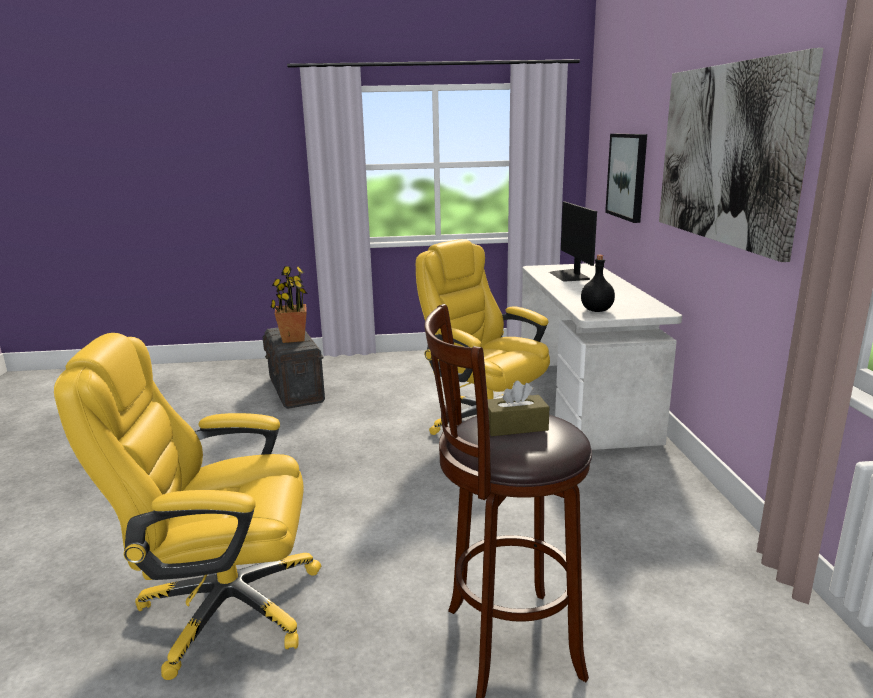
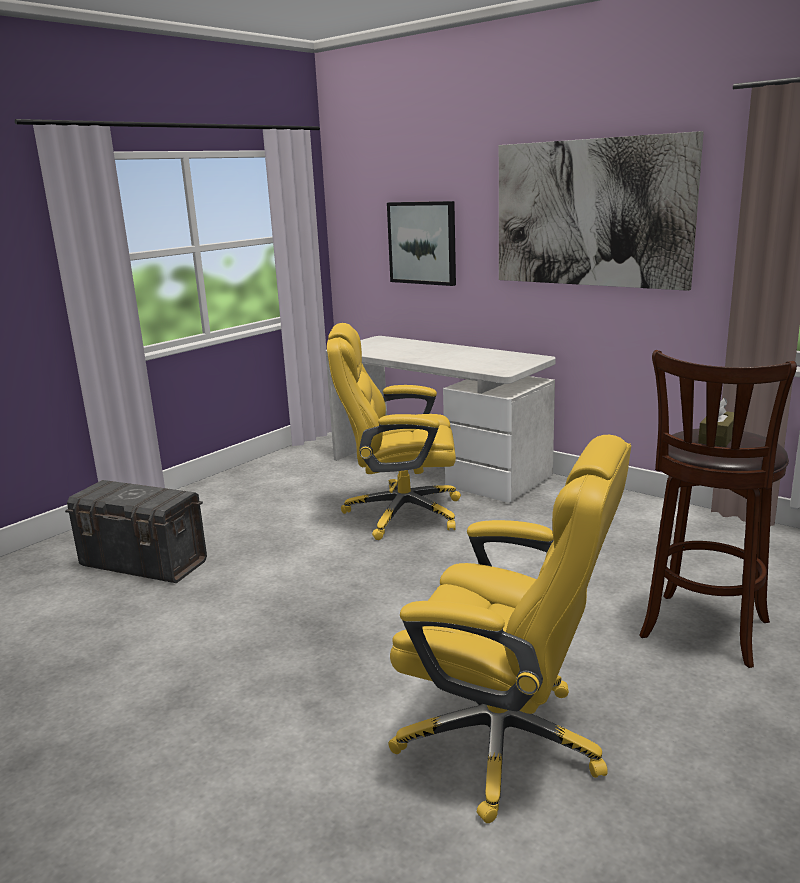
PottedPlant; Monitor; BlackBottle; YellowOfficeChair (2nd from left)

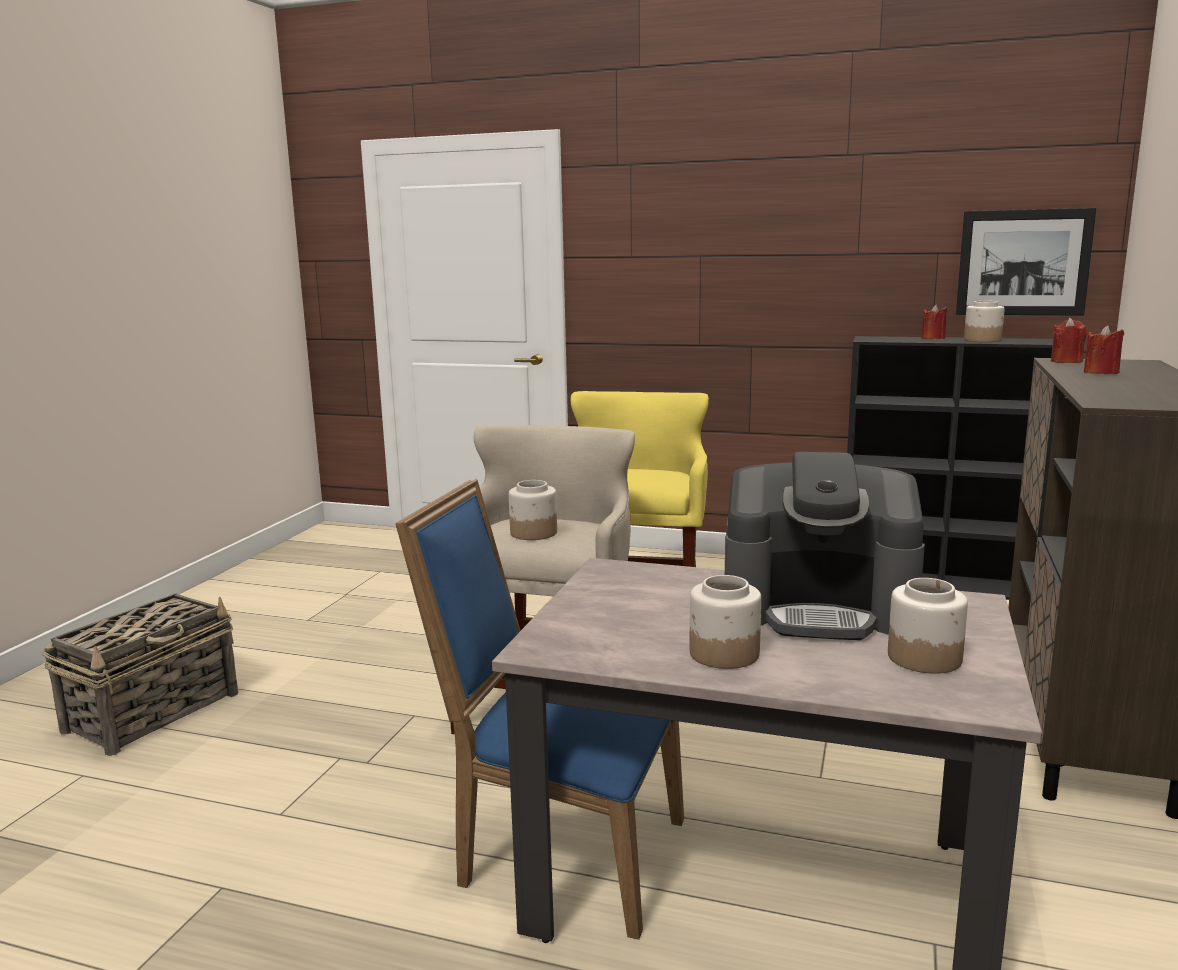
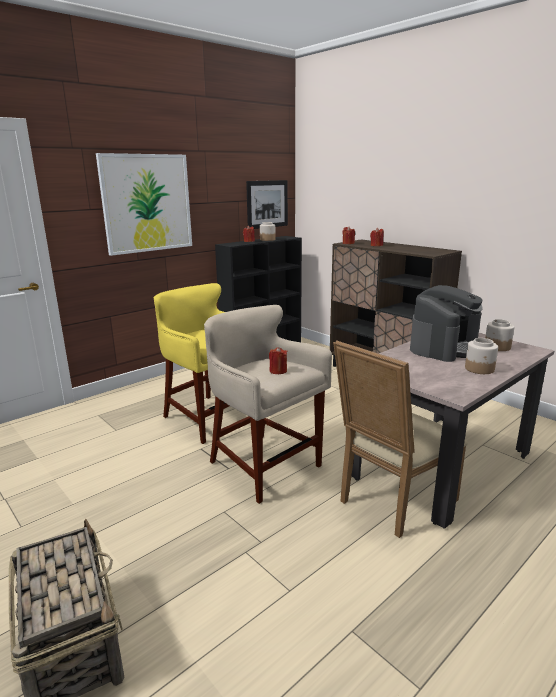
Picture (1st from left); RedCandle (2nd from left); BeigeChair

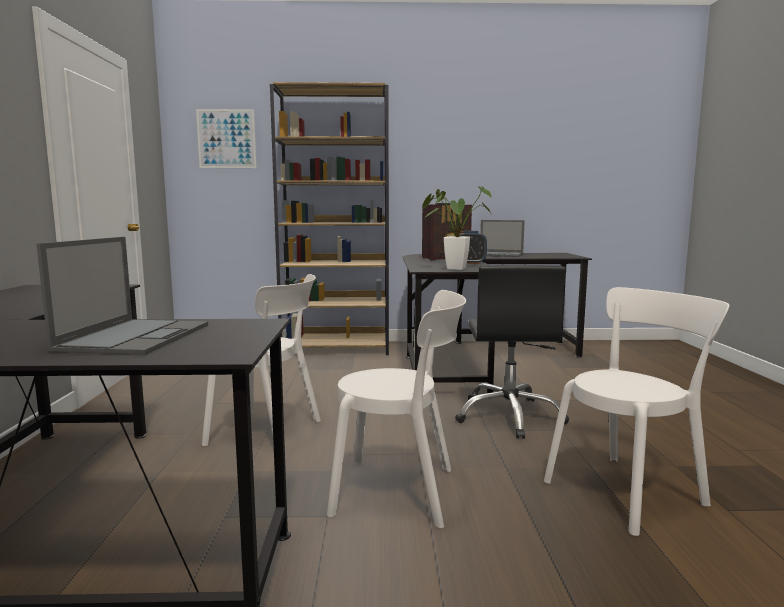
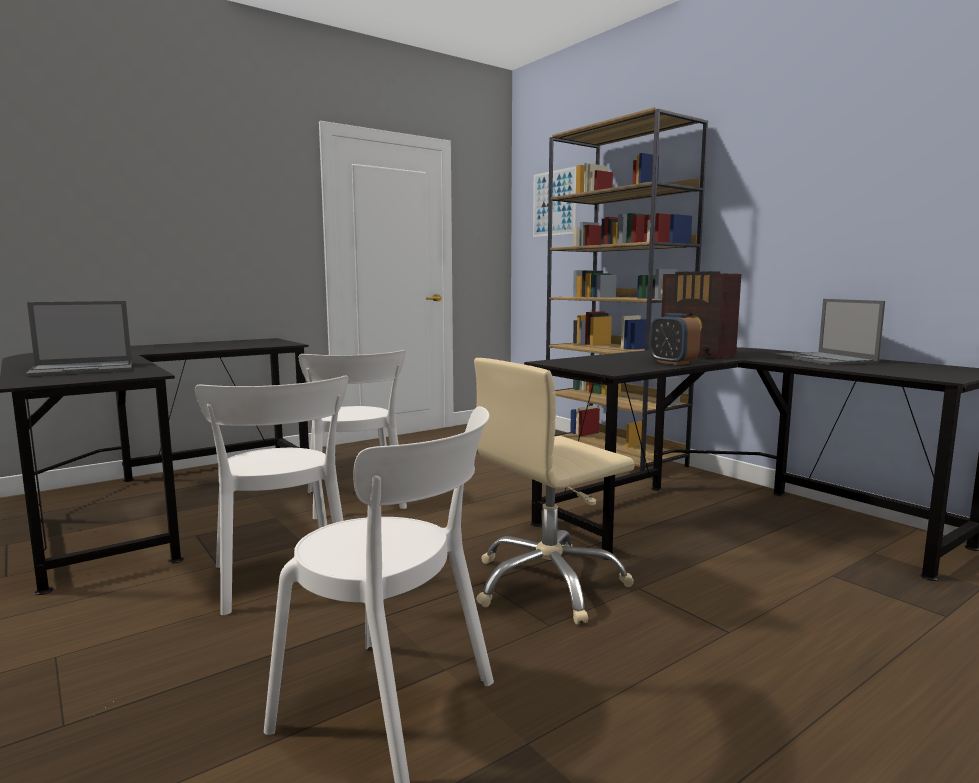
PottedPlant; BeigeOfficeChair

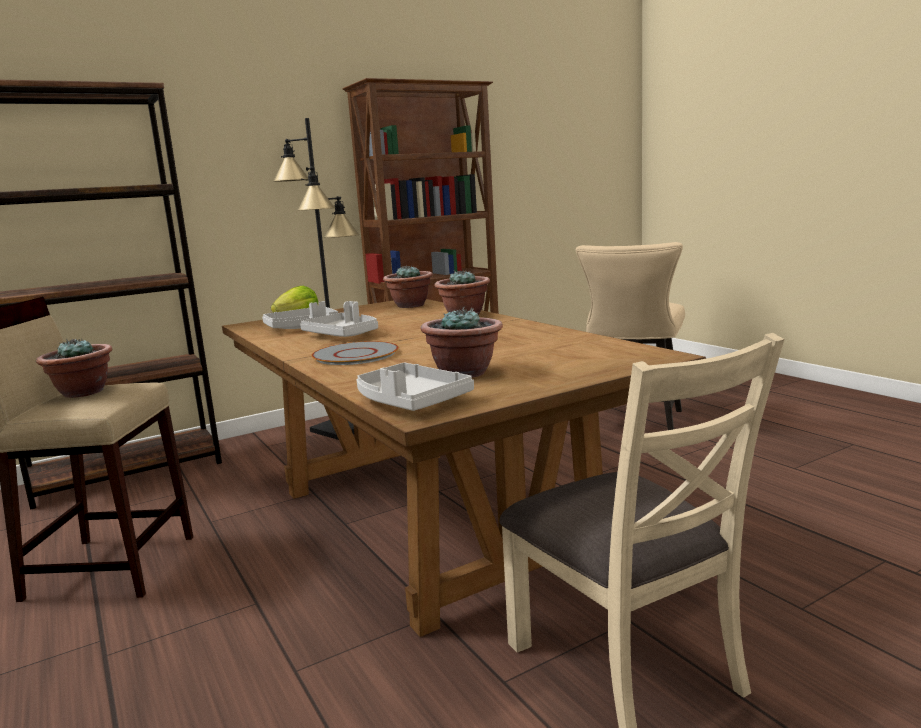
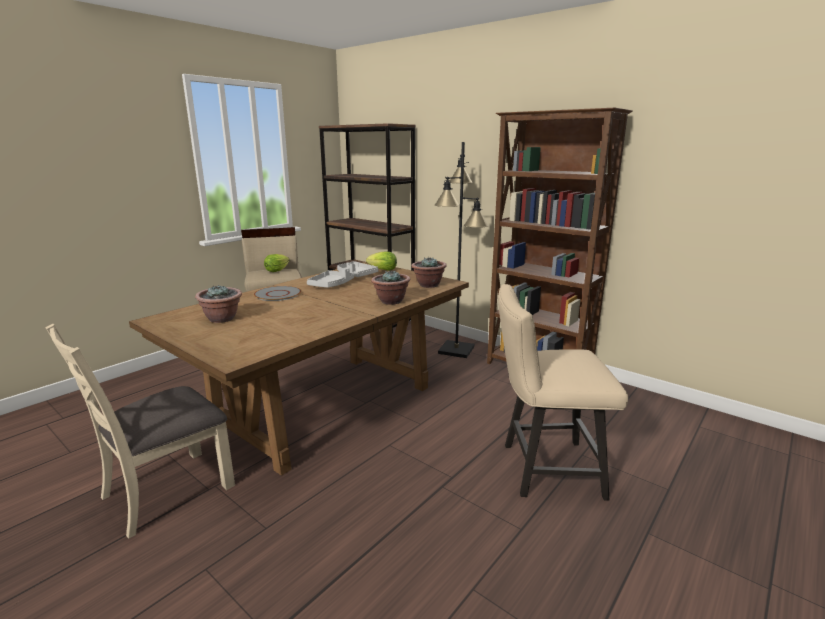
GreyTray (3rd from left in the first image); Lettuce (1st from left)

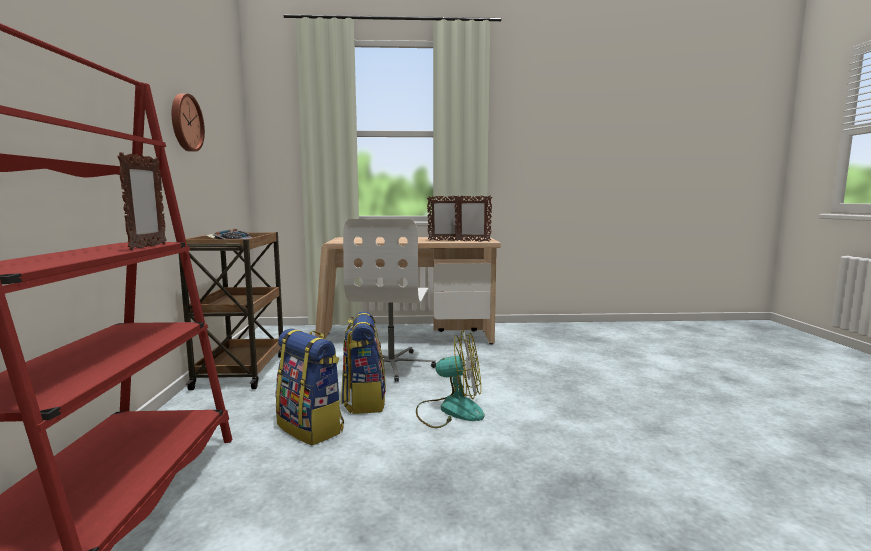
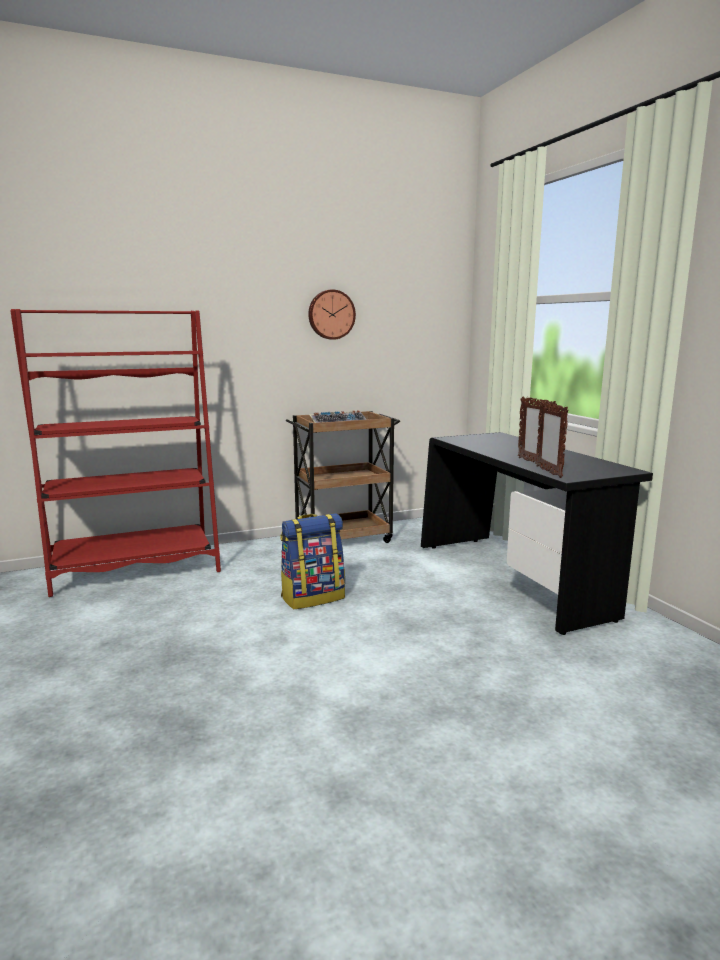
PictureFrame (1st from left in the first image); Backpack (1st from left in the first image); WhiteOfficeChair; Fan; BlackDesk

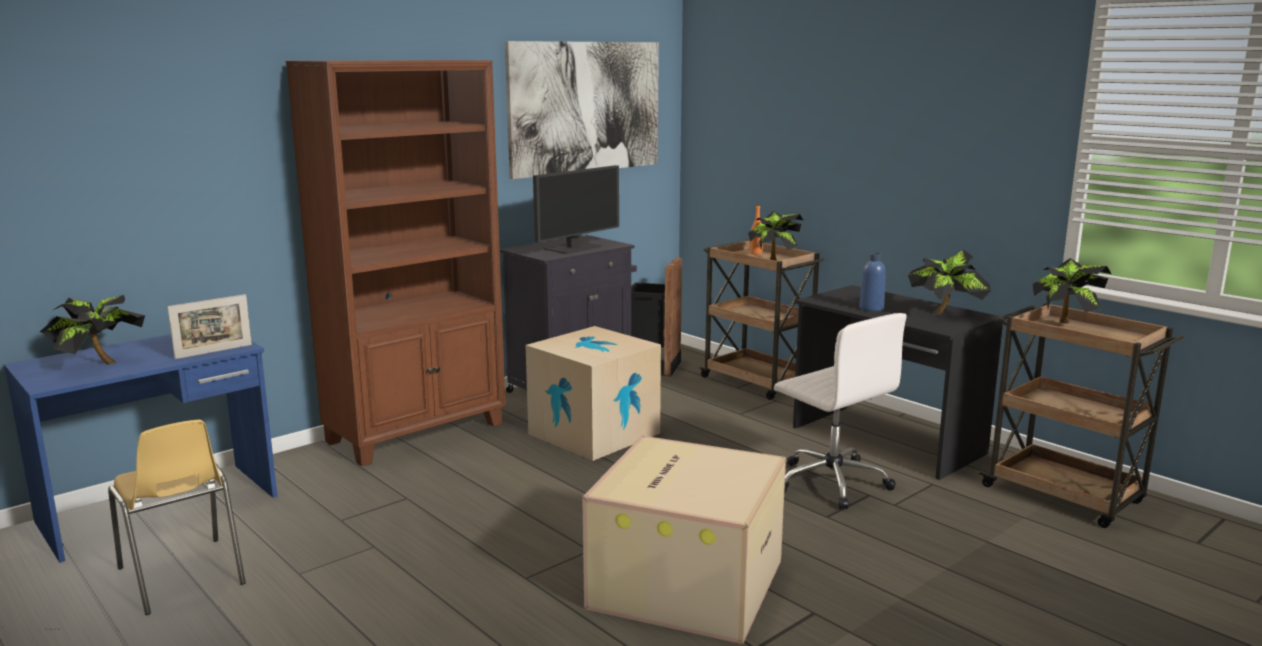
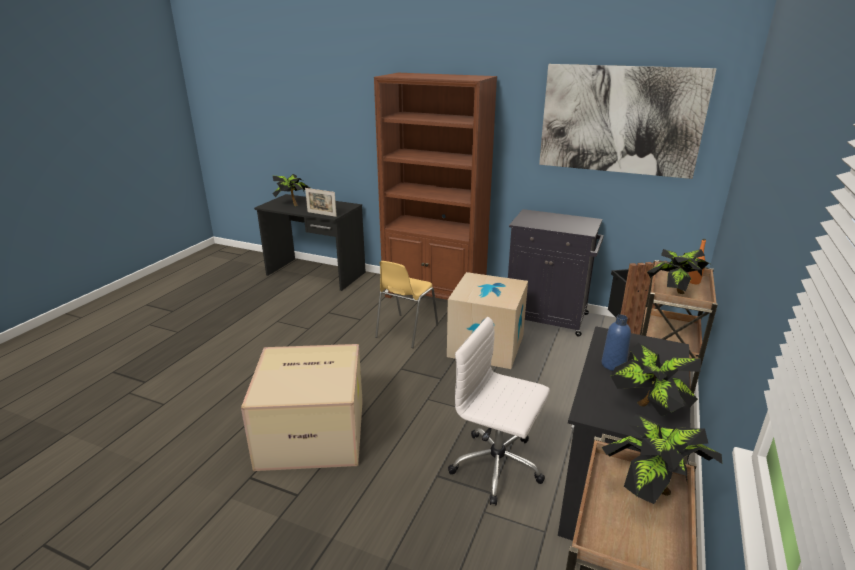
Monitor; YellowChair; BlackDesk (1st from left); WhiteOfficeChair

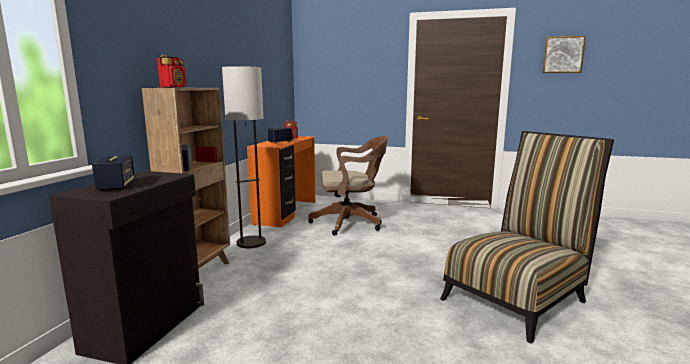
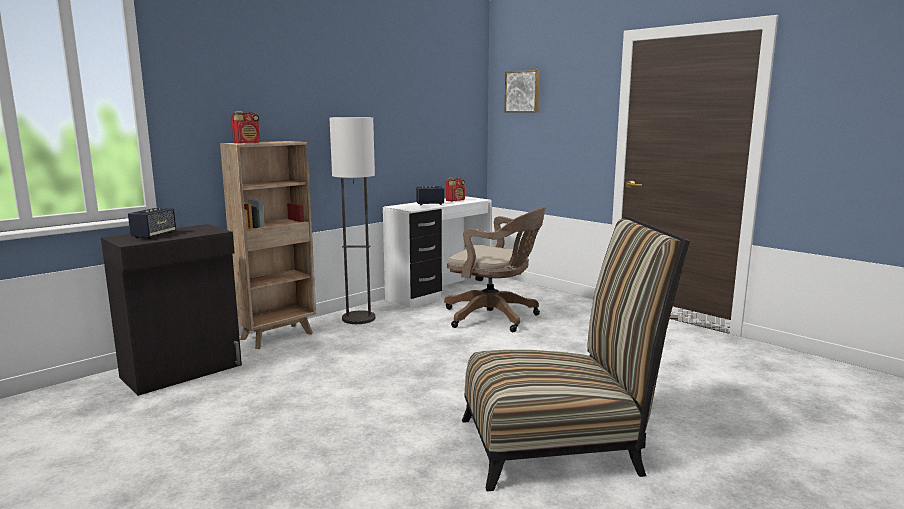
Picture; WhiteDesk

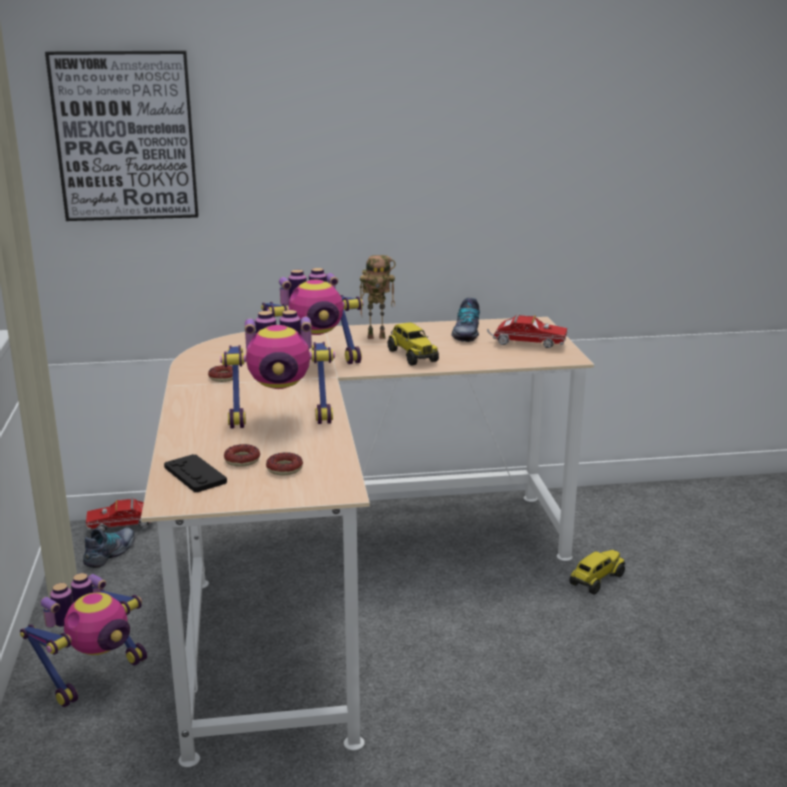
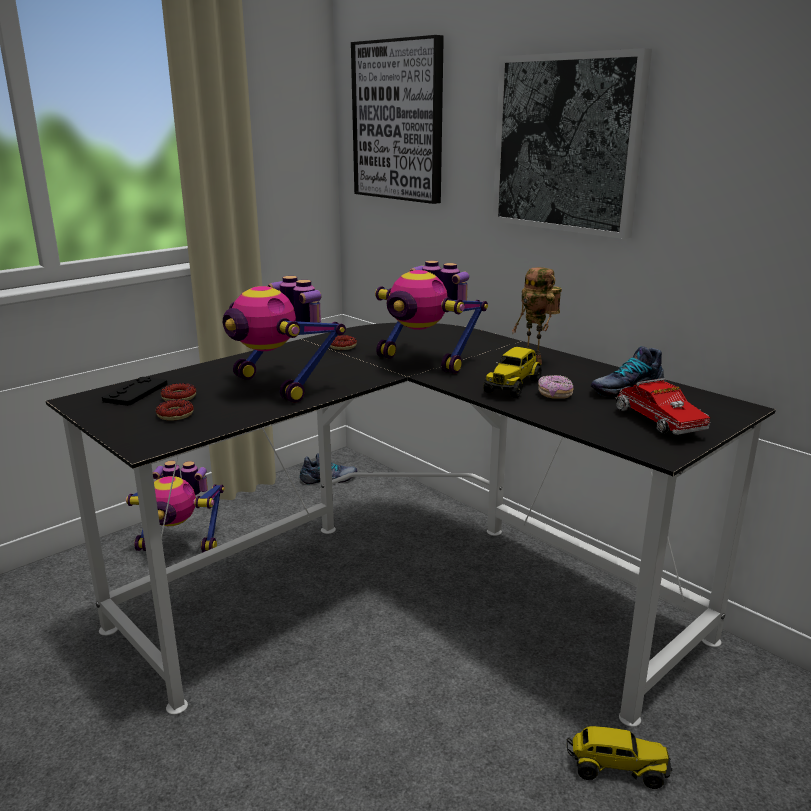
ToyTruck (1st from left in the first image); Picture (2nd from left); Donut (4th from left); BlackDesk

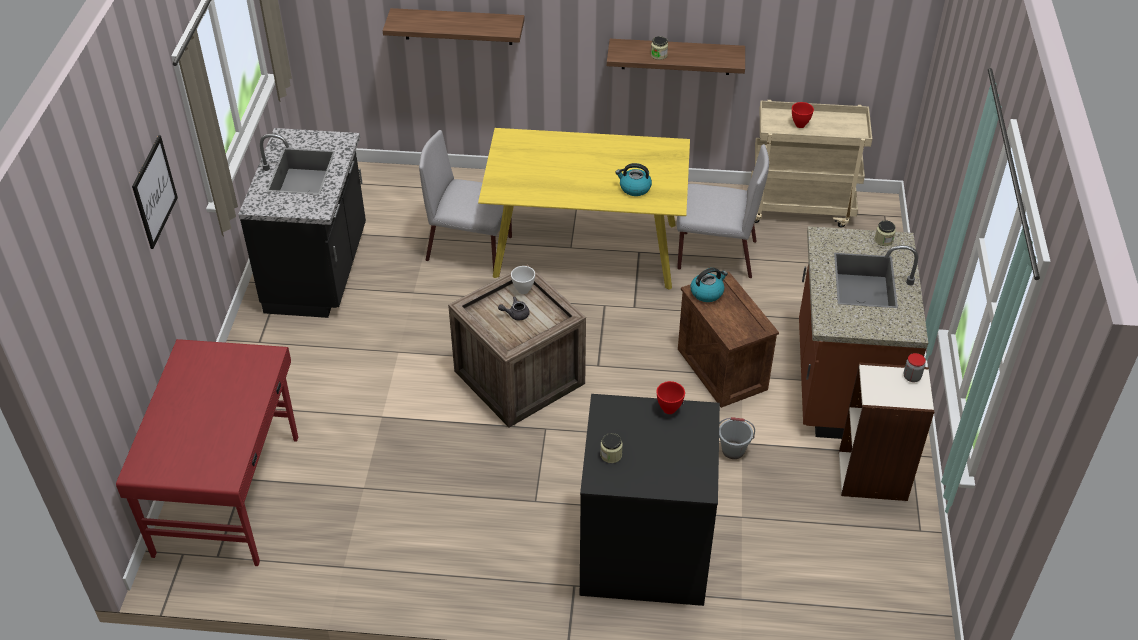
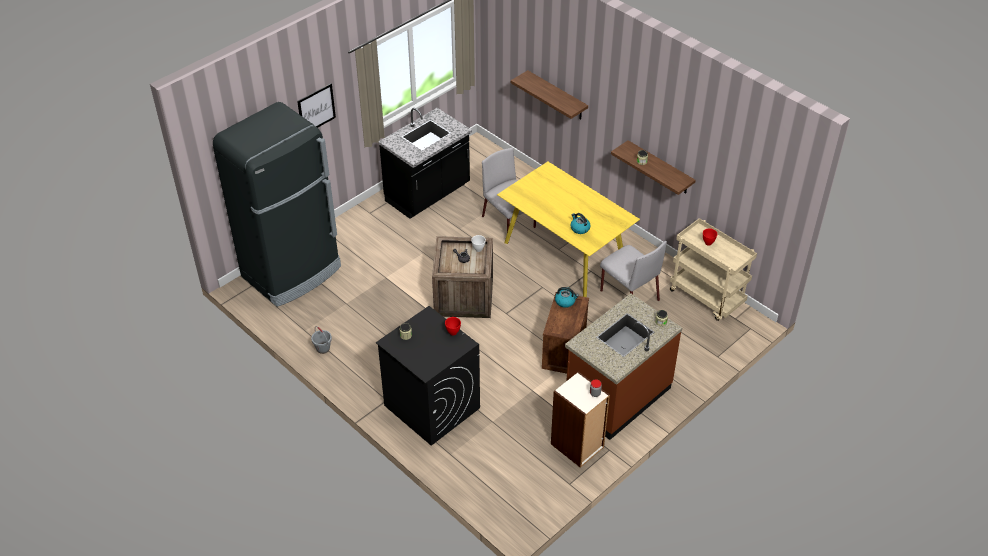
GreyBucket; BlackFridge

